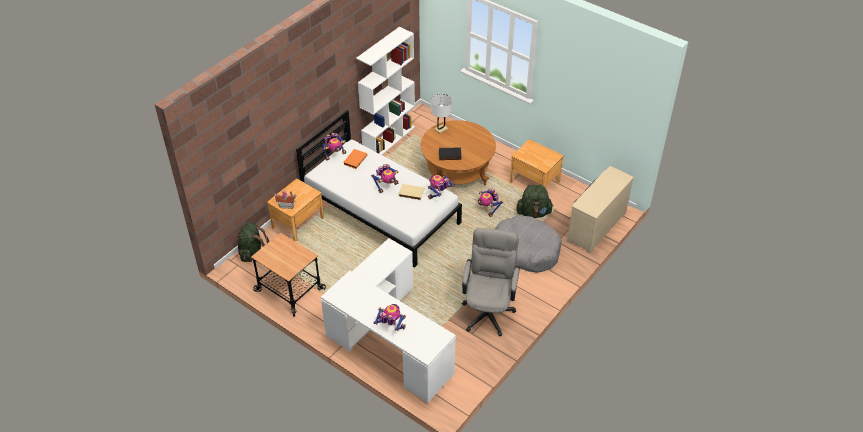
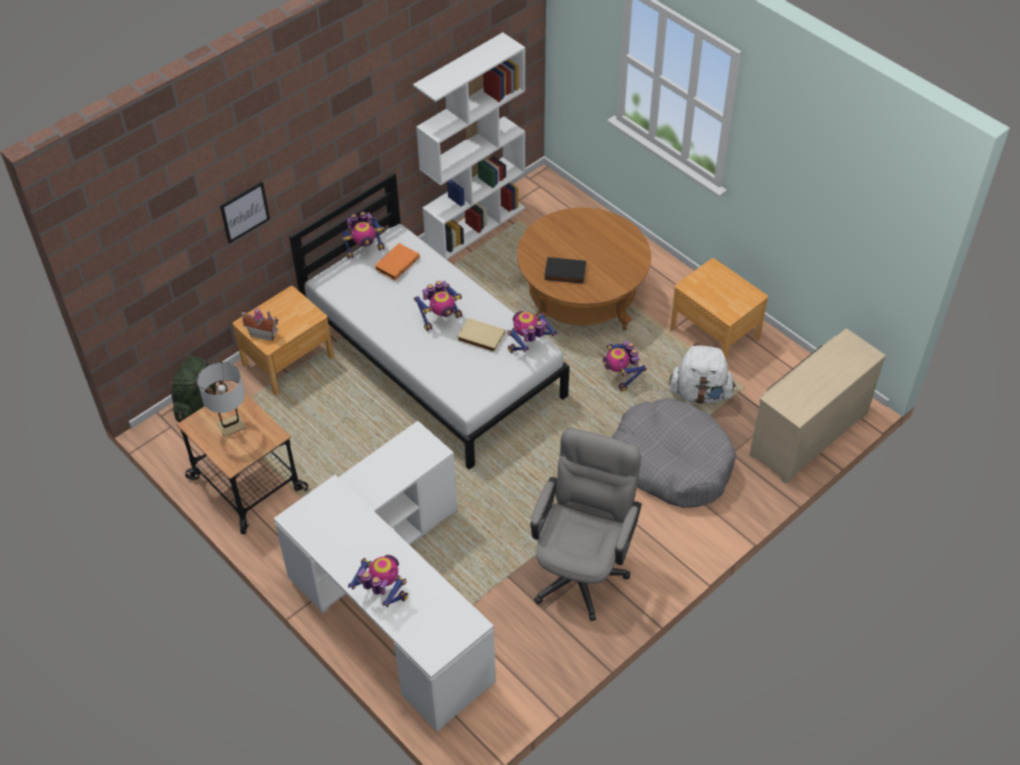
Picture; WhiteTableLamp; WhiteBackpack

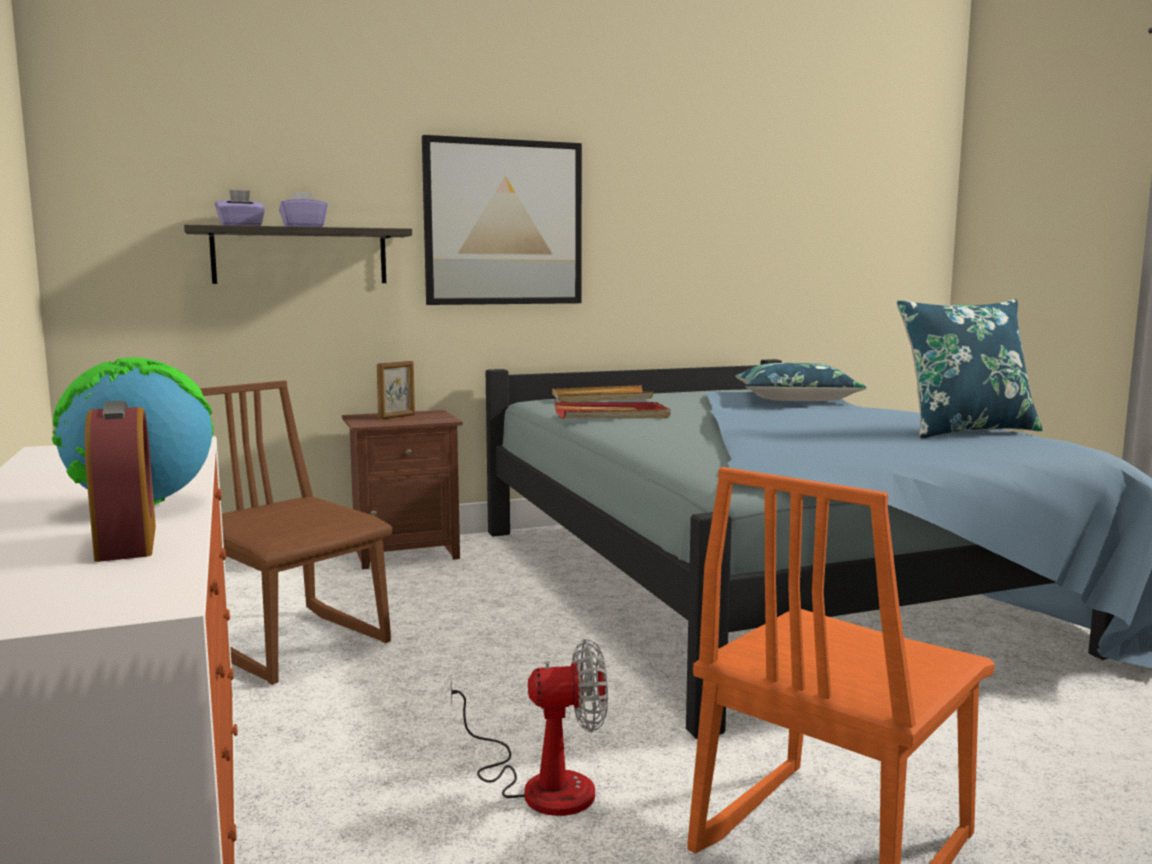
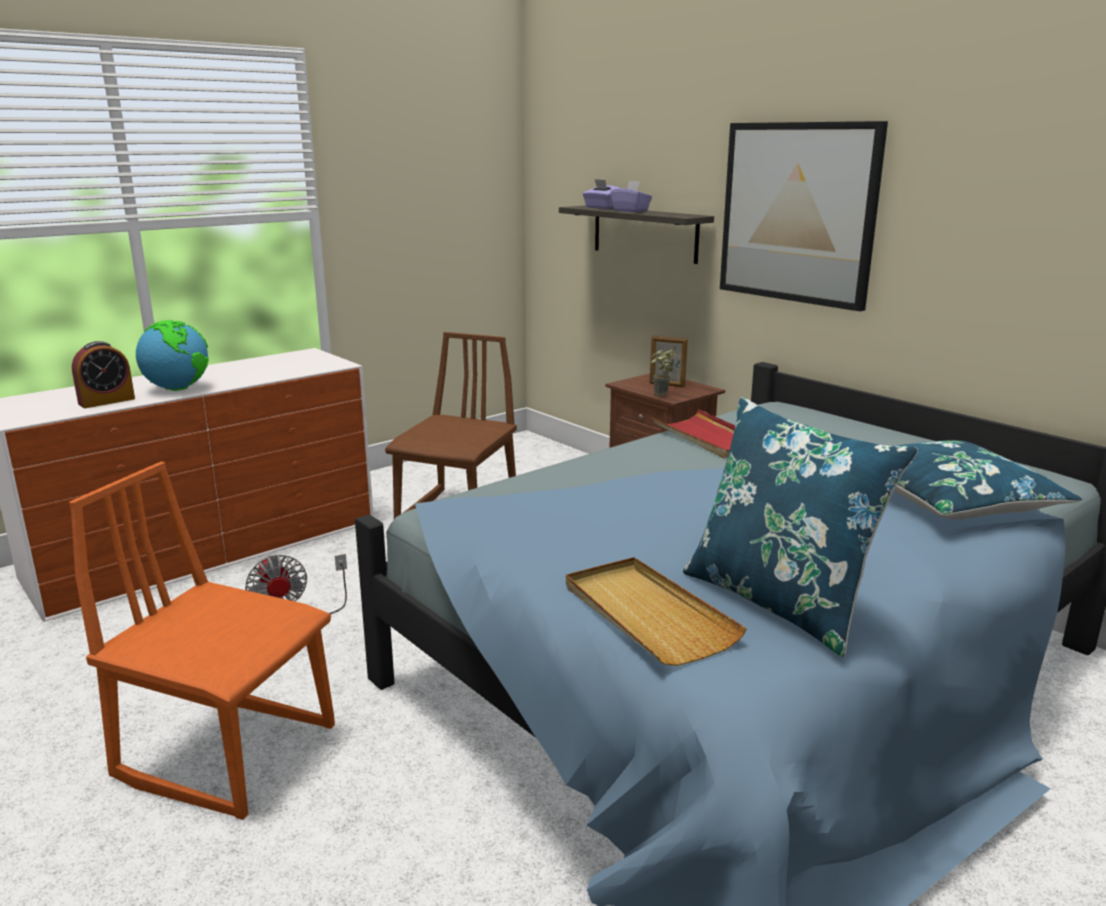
PottedPlant; BeigeTray

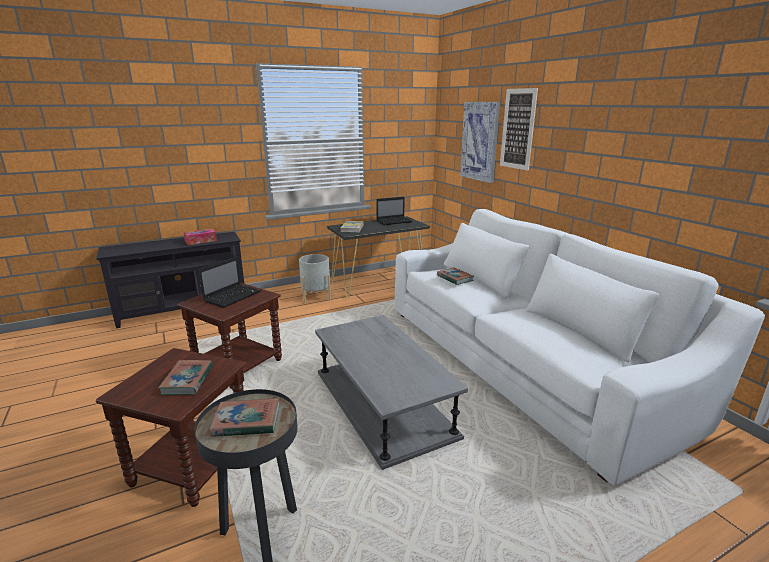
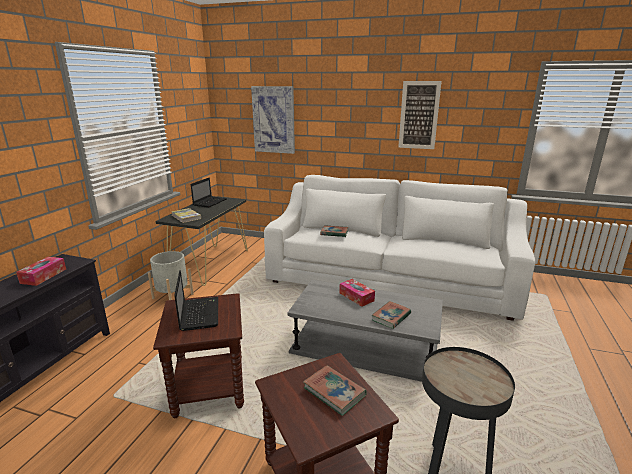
TissueBox (2nd from left); Book (4th from left); Picture (2nd from left)

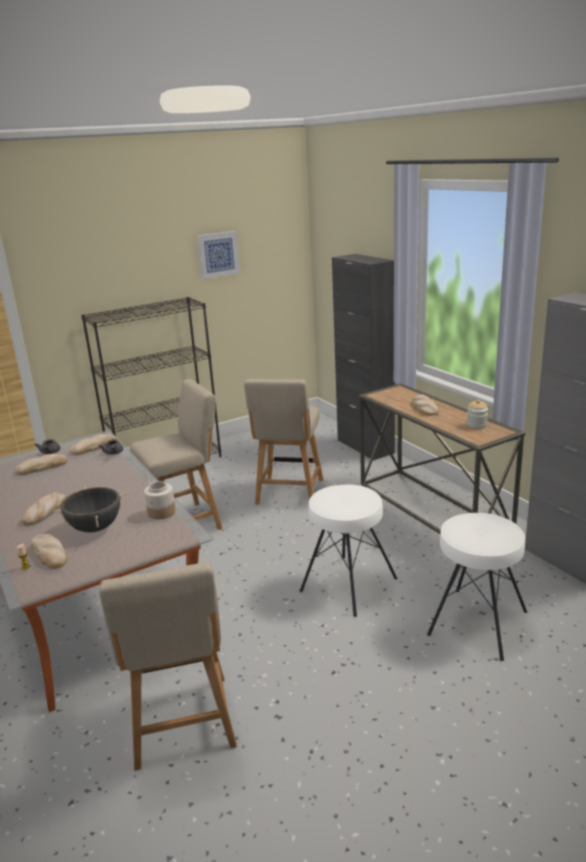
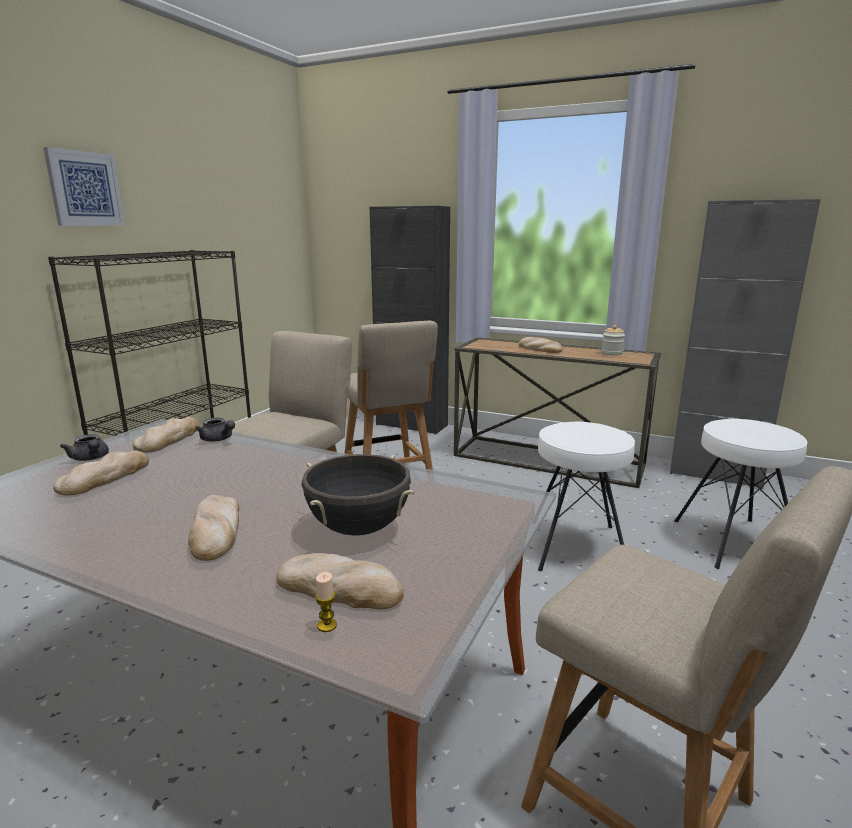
Jar (1st from left in the first image); Picture

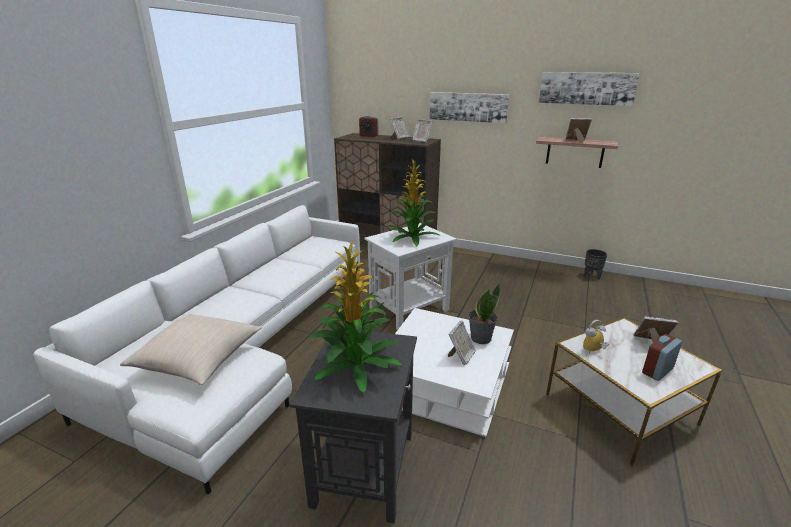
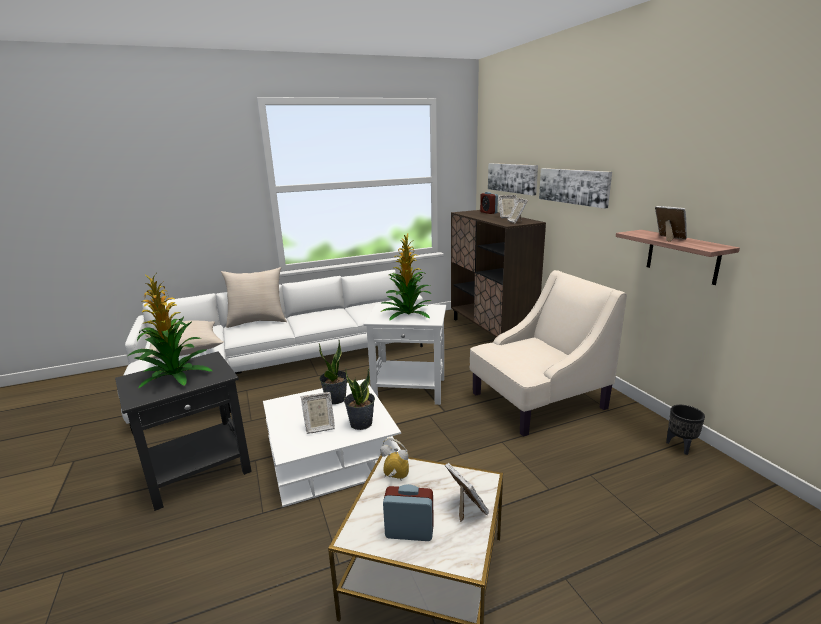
BeigePillow (2nd from left); PottedPlant (2nd from left); BeigeArmchair; Picture (1st from left)

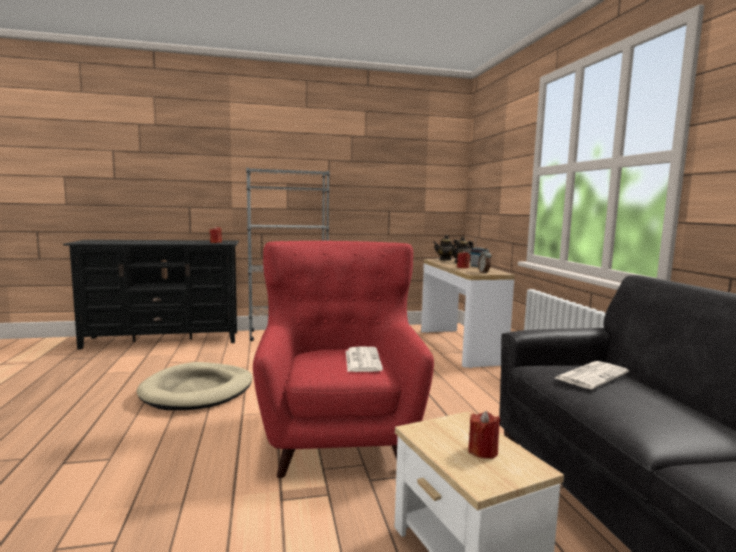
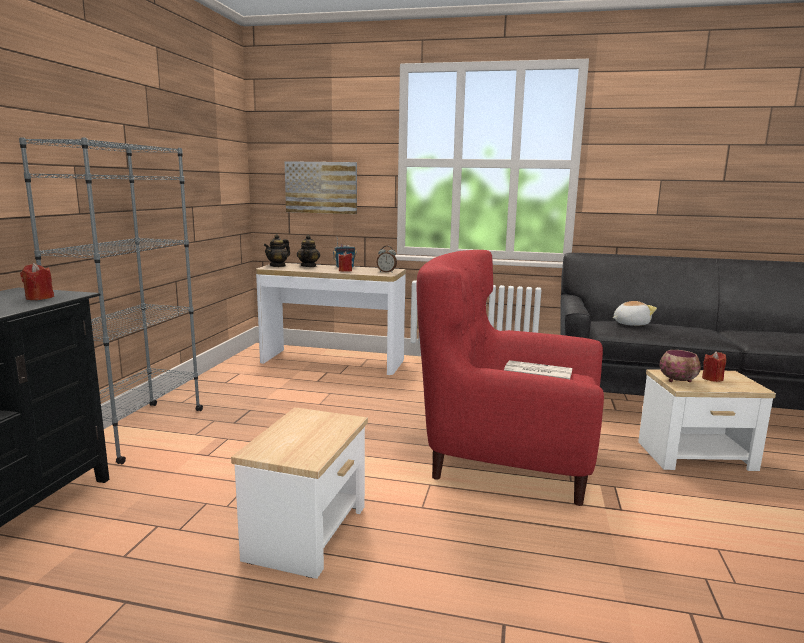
Picture; Bowl; SideTable (1st from left); PlushToy

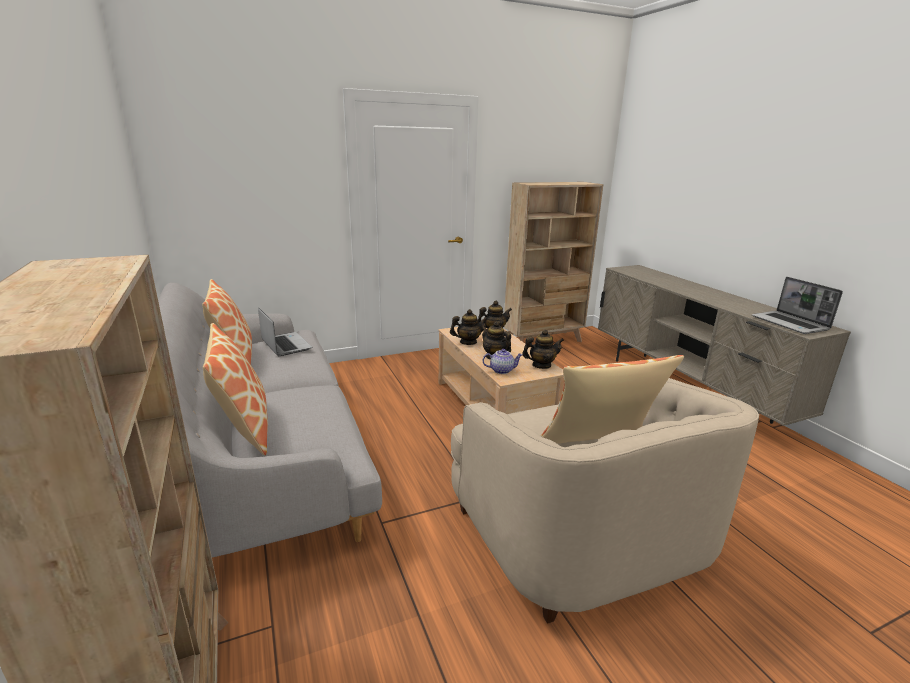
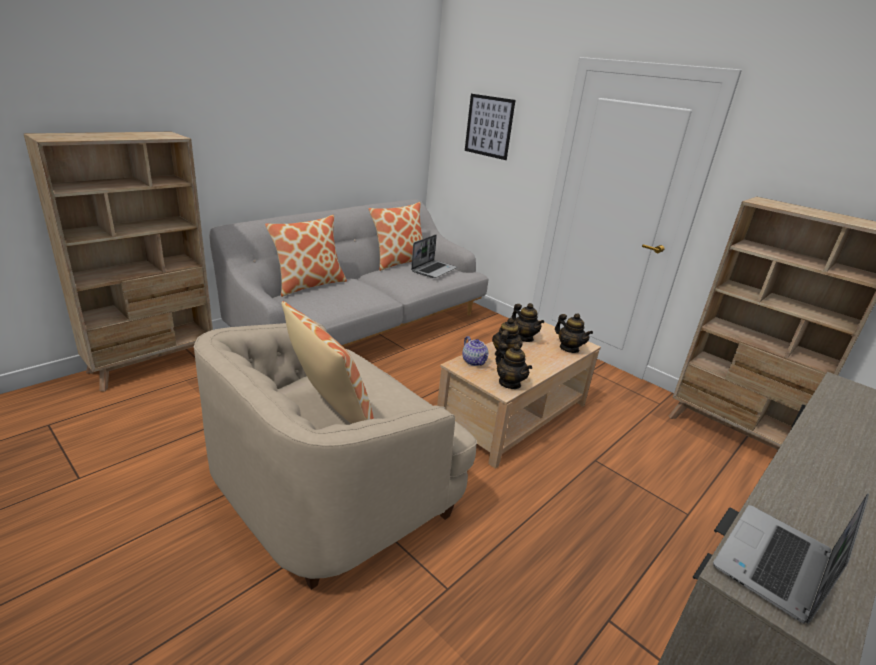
Picture

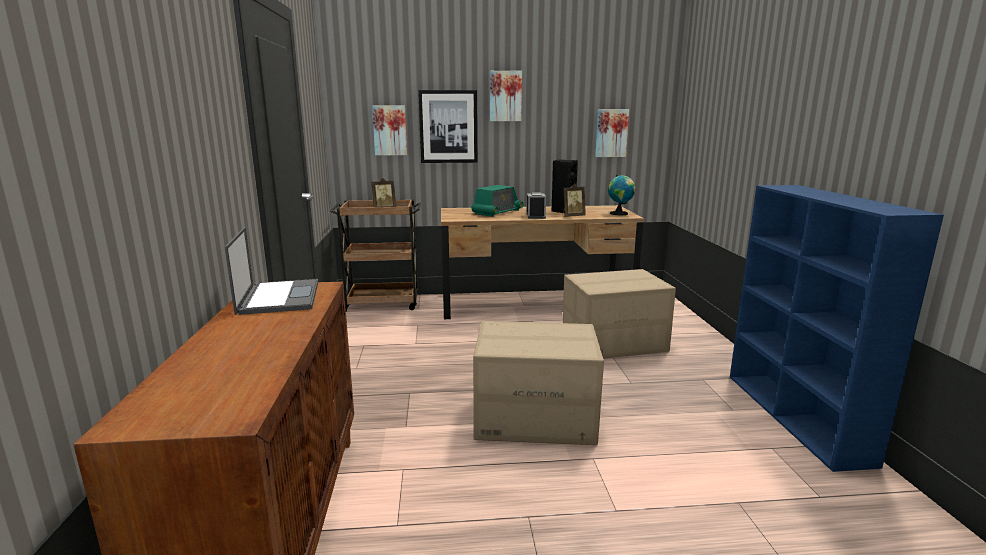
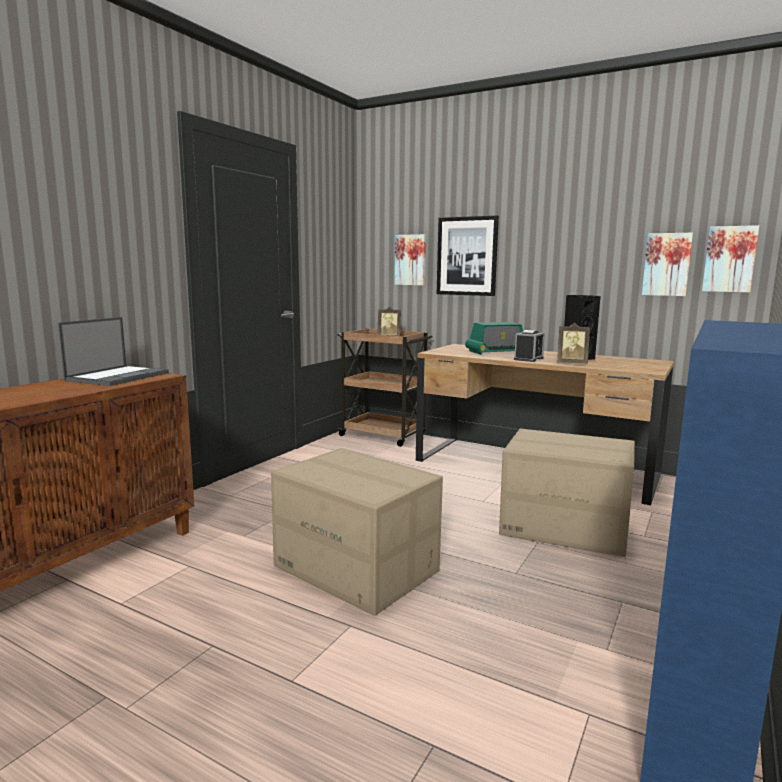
Globe; Picture (4th from left)

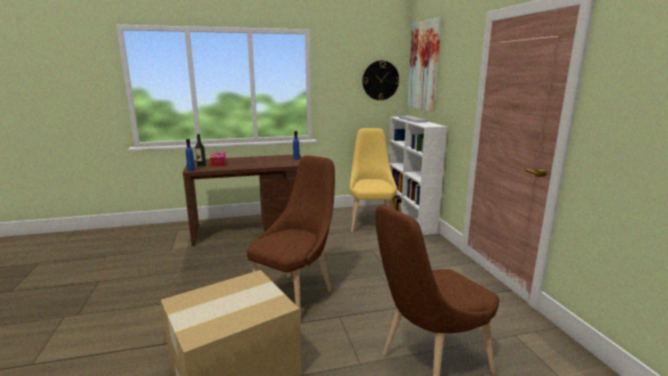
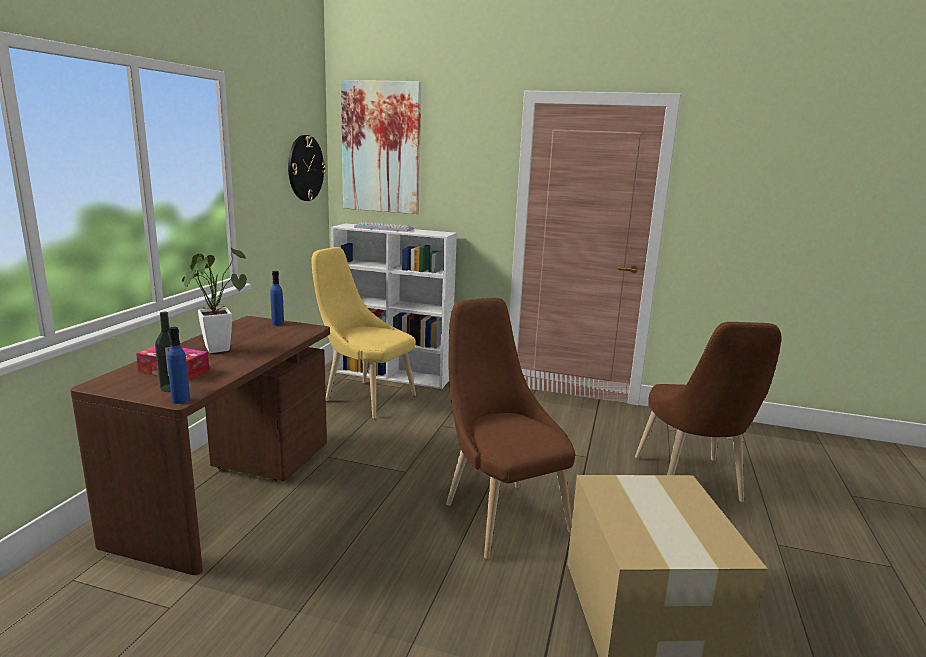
PottedPlant

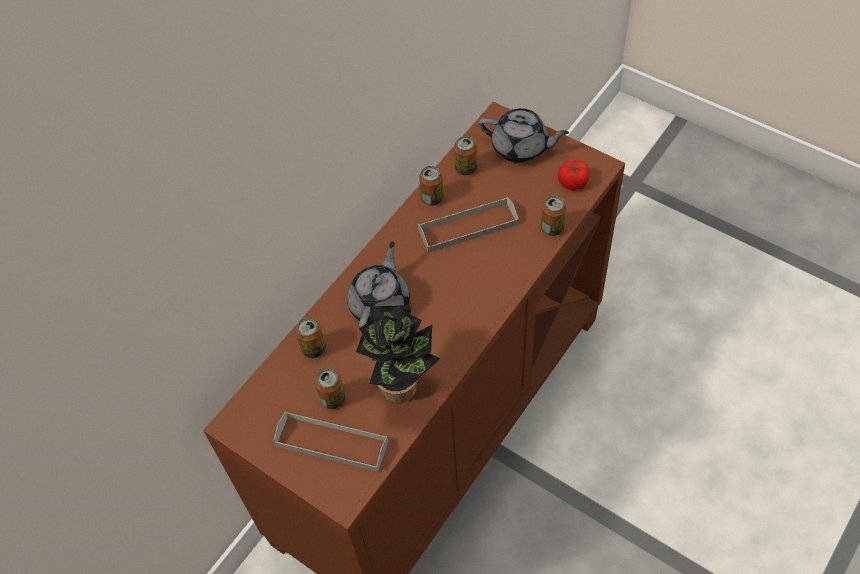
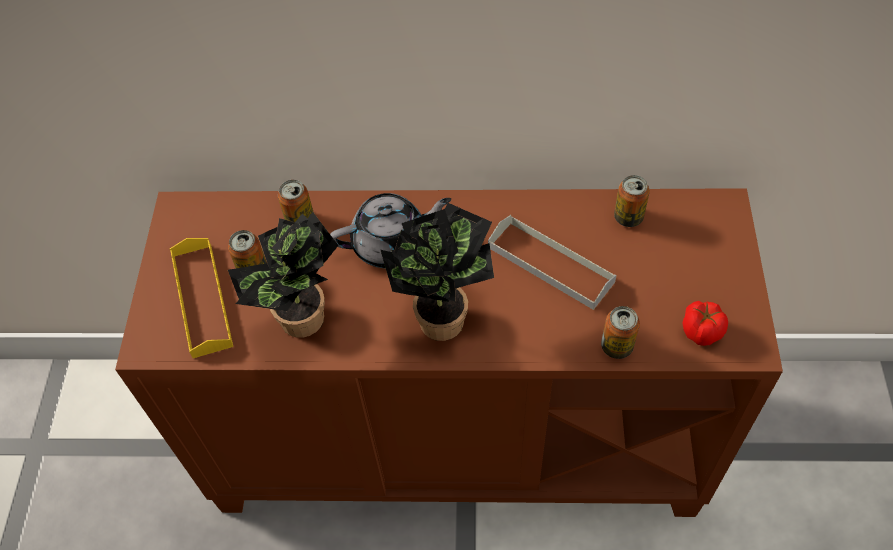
Can (3rd from left in the first image); GreyTeapot (2nd from left in the first image); PottedPlant (2nd from left); YellowTray

